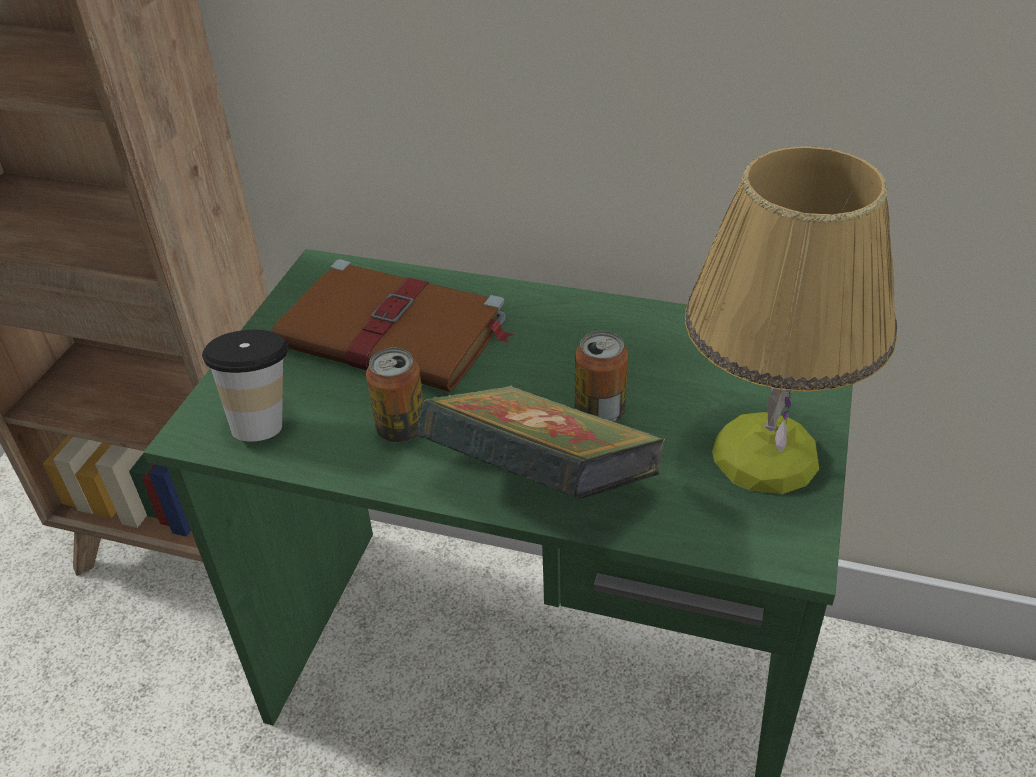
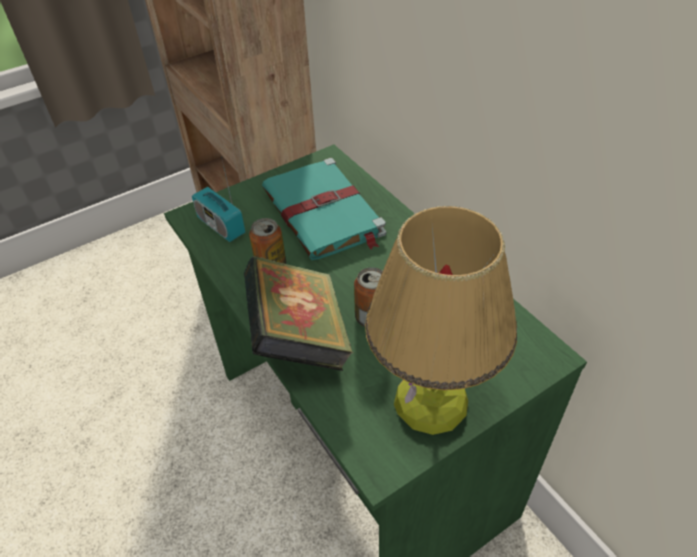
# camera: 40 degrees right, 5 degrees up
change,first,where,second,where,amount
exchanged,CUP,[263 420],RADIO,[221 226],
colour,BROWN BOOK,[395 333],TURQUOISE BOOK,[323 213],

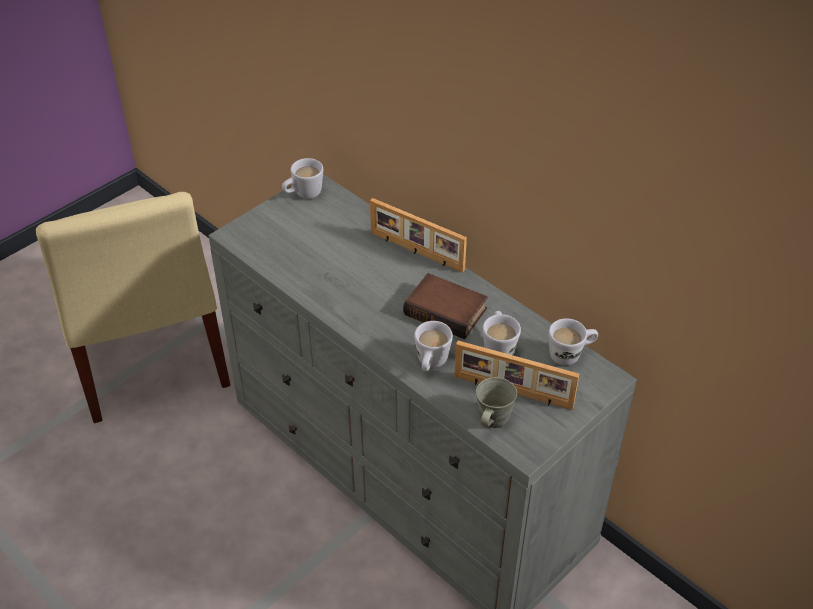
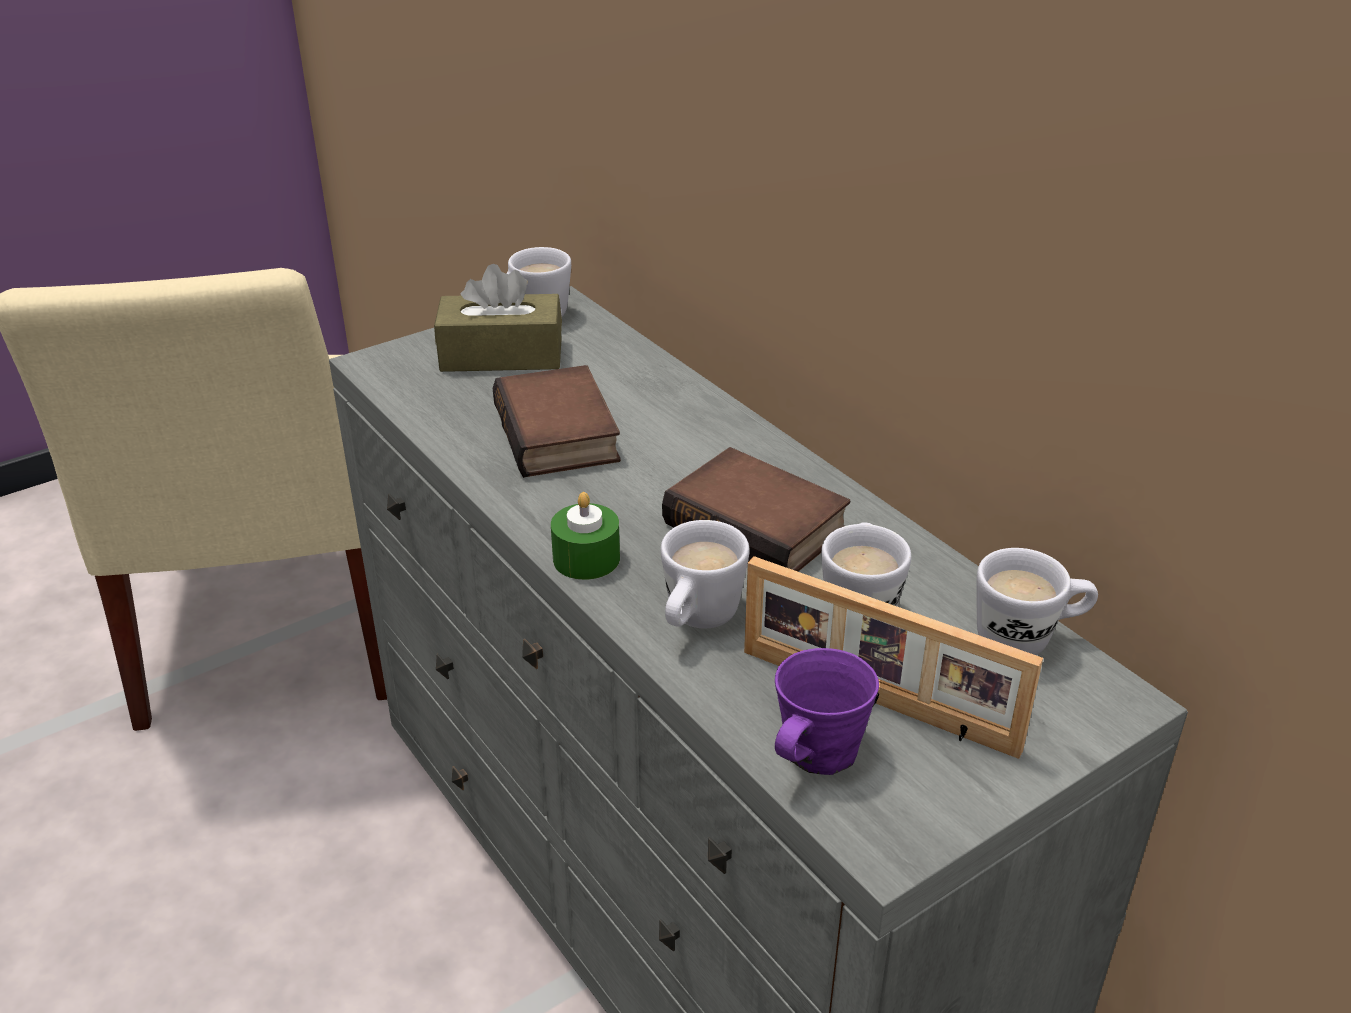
# camera: 10 degrees right, 10 degrees down
change,first,where,second,where,amount
missing,PICTURE FRAME,[416 252],,,
appeared,,,BROWN TISSUE BOX,[501 355],
appeared,,,BOOK,[561 434],
appeared,,,GREEN CANDLE,[586 558],
colour,GREY MUG,[493 419],PURPLE MUG,[816 754],

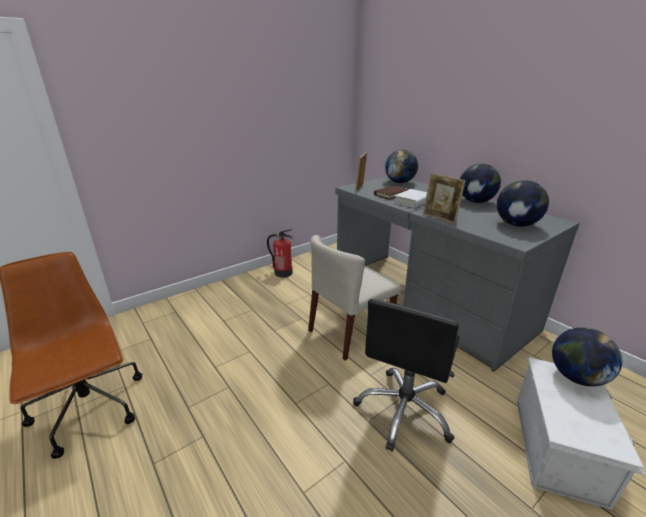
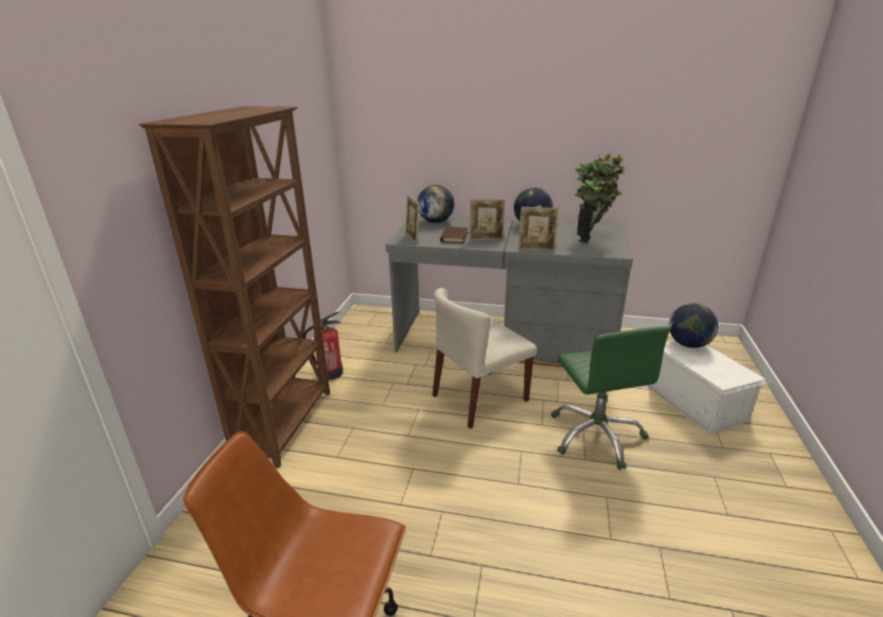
# camera: 40 degrees left, 0 degrees up
change,first,where,second,where,amount
appeared,,,BROWN BOOKCASE,[286 423],
exchanged,WHITE BOOK,[412 201],PICTURE FRAME,[486 239],
exchanged,GLOBE,[516 225],POTTED PLANT,[592 238],
colour,BLACK OFFICE CHAIR,[404 410],GREEN OFFICE CHAIR,[596 435],
spun,BEIGE CHAIR,[350 332],,[479 398],45 degrees clockwise

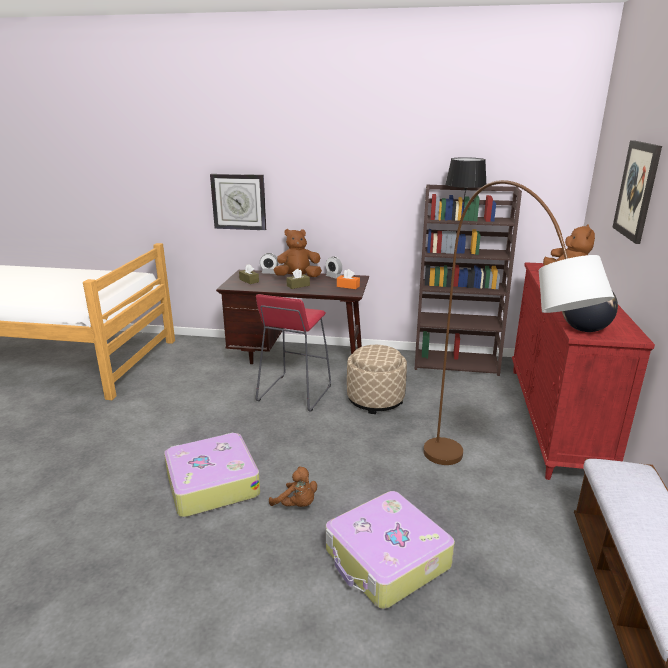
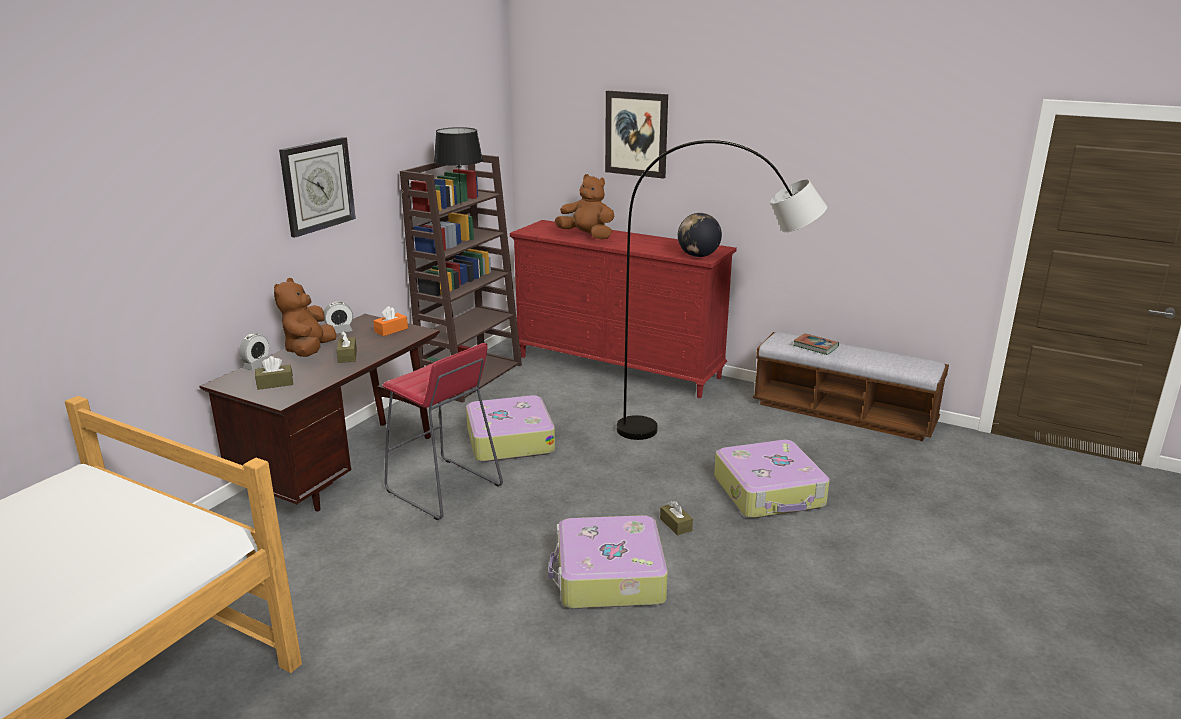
# camera: 70 degrees left, 0 degrees up
change,first,where,second,where,amount
appeared,,,BOOK,[815 346],
relocated,WALL CLOCK,[239 202],,[317 186],
exchanged,BROWN PLUSH TOY,[297 505],BROWN TISSUE BOX,[675 524],
exchanged,BEIGE OTTOMAN,[375 399],SUITCASE,[509 440],
colour,BROWN FLOOR LAMP,[484 500],GREY FLOOR LAMP,[714 430],

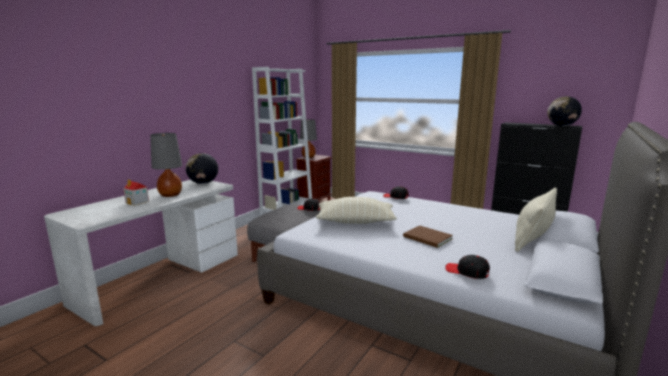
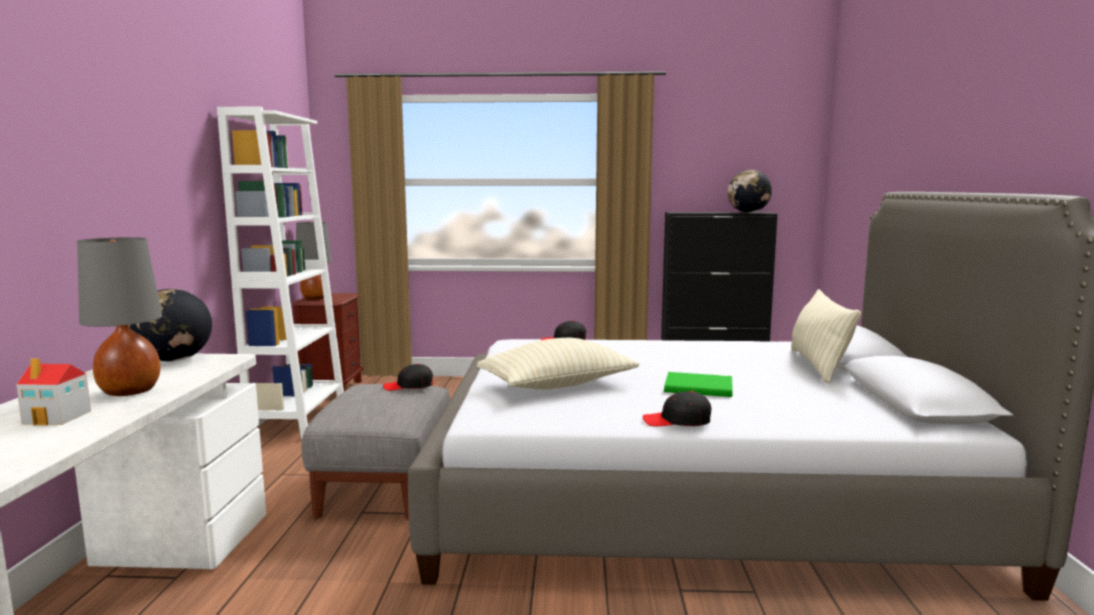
# camera: 30 degrees left, 5 degrees down
change,first,where,second,where,amount
relocated,BLACK CAP,[467 272],,[677 421],
colour,BROWN BOOK,[428 238],GREEN BOOK,[700 388],

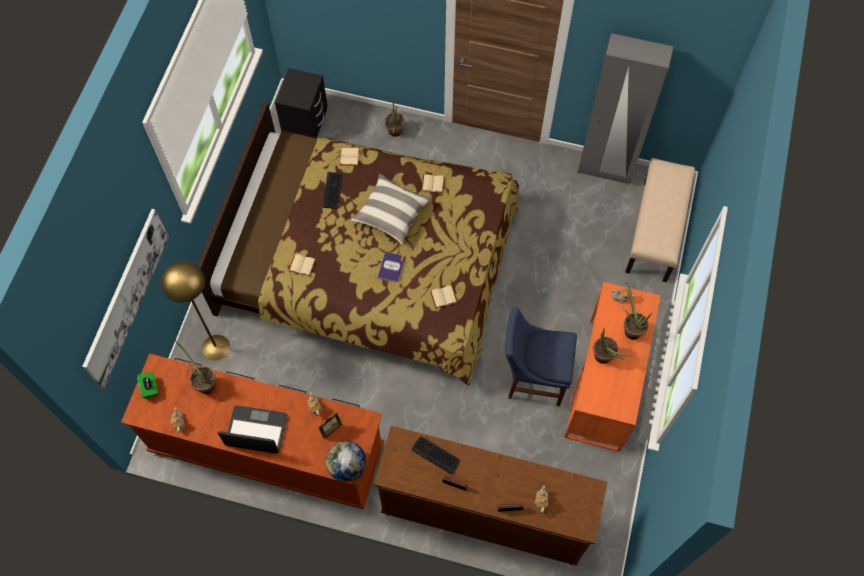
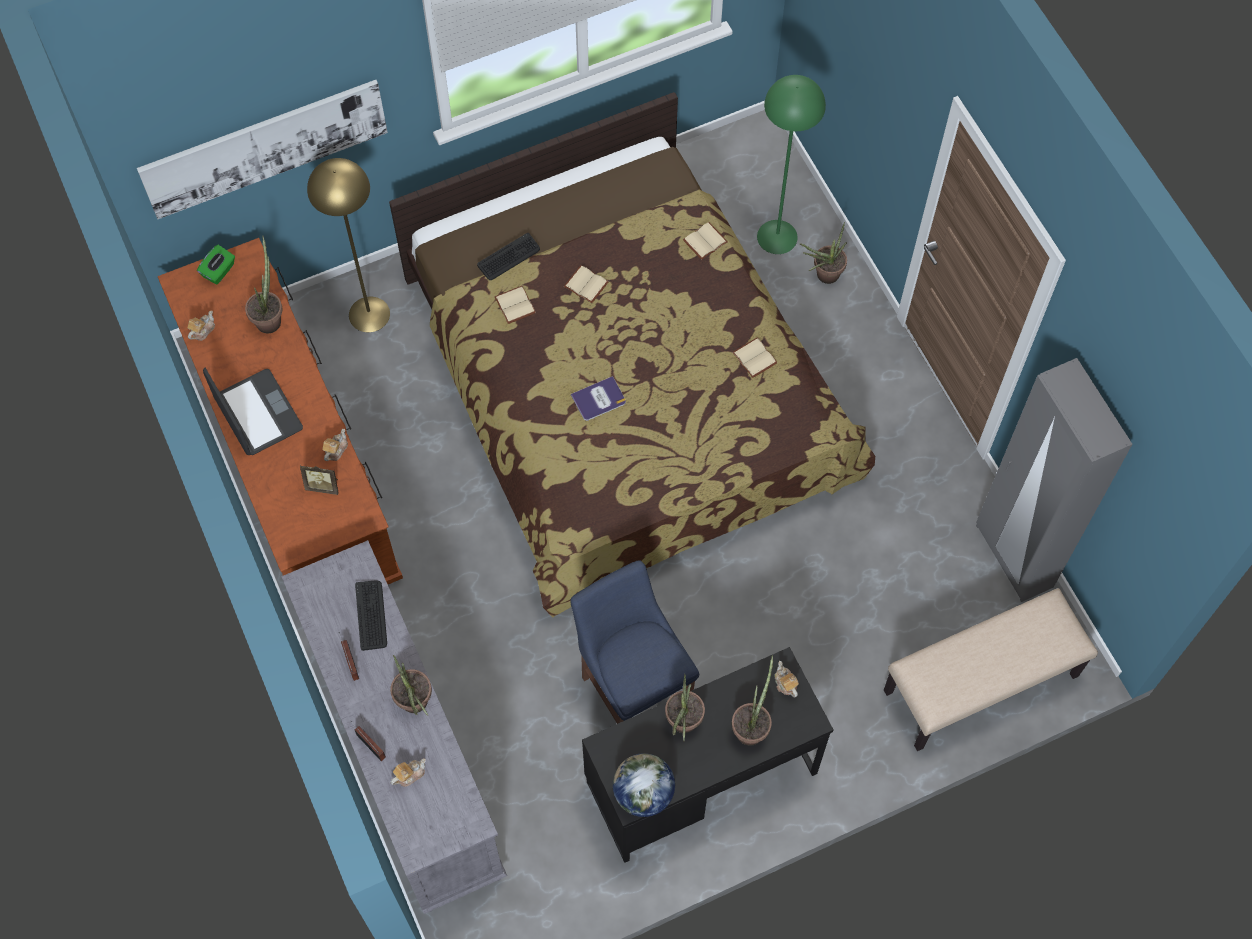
# camera: 50 degrees right, 0 degrees up
change,first,where,second,where,amount
missing,BLACK NIGHTSTAND,[305 123],,,
missing,PILLOW,[391 214],,,
appeared,,,POTTED PLANT,[416 706],
appeared,,,GREEN FLOOR LAMP,[777 236],
relocated,KEYBOARD,[332 190],,[509 257],
relocated,GLOBE,[347 467],,[643 793],
relocated,BEIGE BOOK,[443 298],,[585 285],
colour,BROWN DRESSER,[483 515],GREY DRESSER,[407 761],
colour,ORANGE DESK,[604 384],BLACK DESK,[701 777],

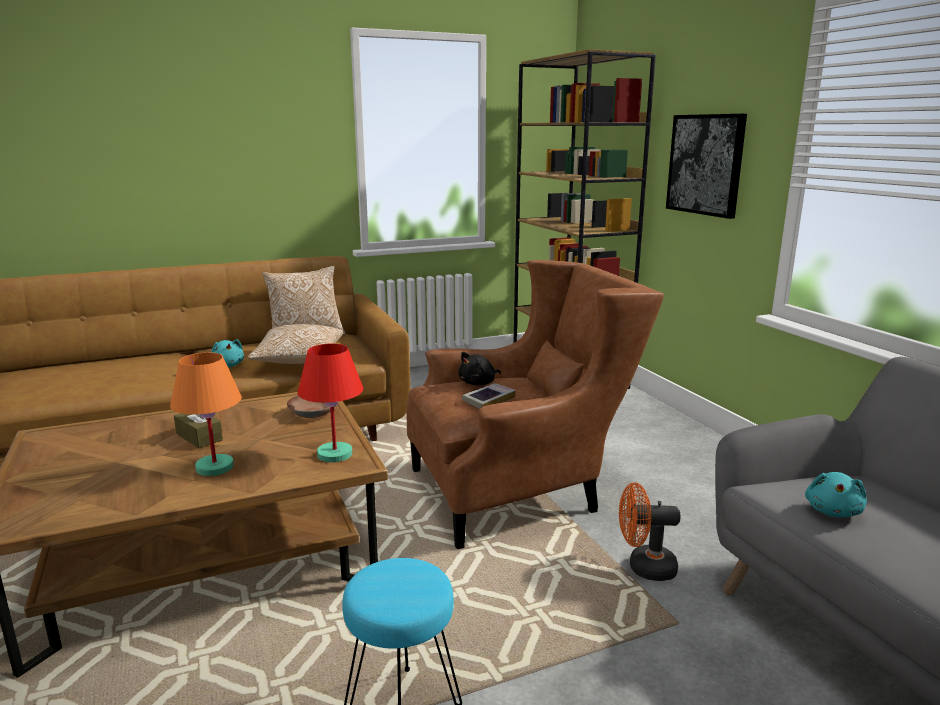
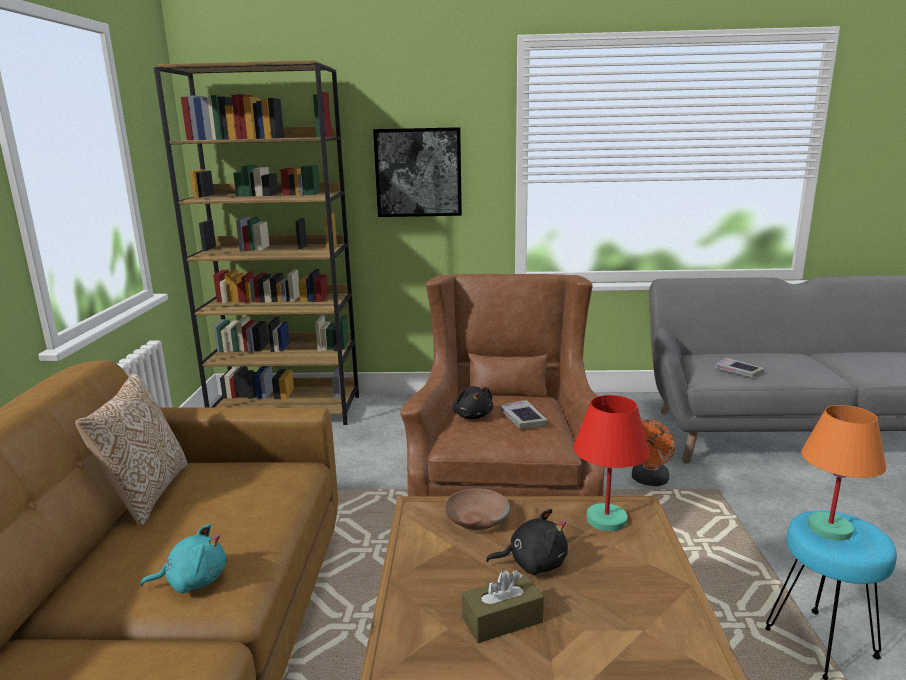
# camera: 65 degrees left, 0 degrees up
change,first,where,second,where,amount
missing,PILLOW,[299 360],,,
appeared,,,BLACK PLUSH TOY,[533 563],
relocated,ORANGE TABLE LAMP,[214 467],,[830 529],
exchanged,TURQUOISE PLUSH TOY,[833 511],BOOK,[738 371],

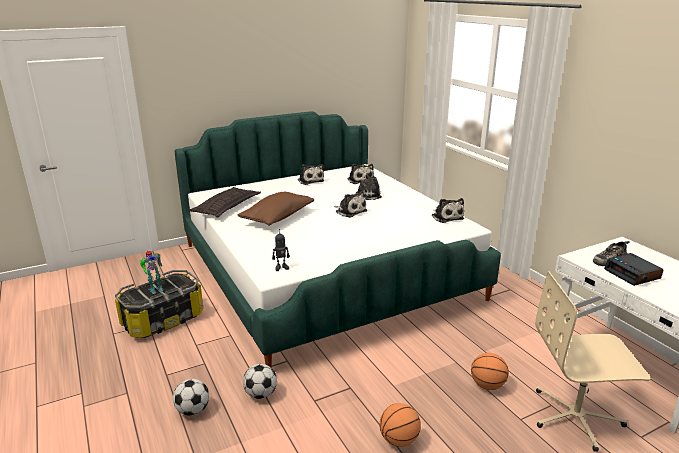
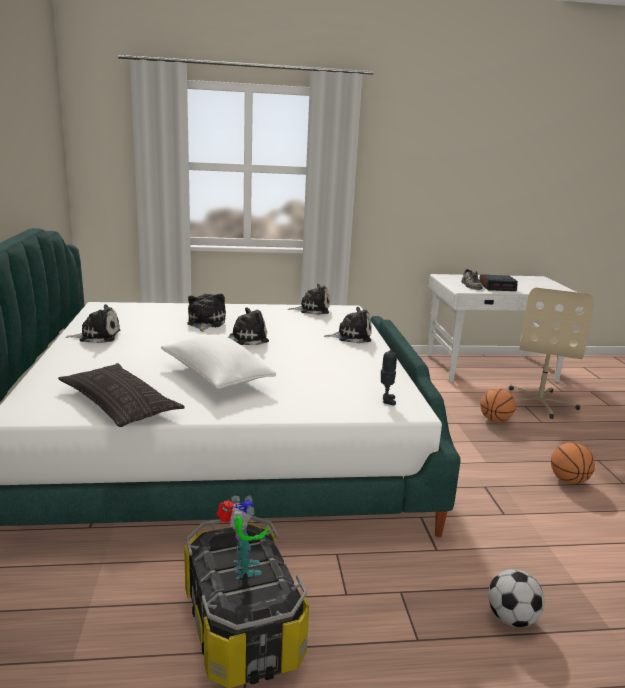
# camera: 70 degrees left, 5 degrees down
change,first,where,second,where,amount
missing,FOOTBALL,[260 394],,,
relocated,PLUSH TOY,[360 180],,[351 336],
colour,BROWN PILLOW,[277 217],WHITE PILLOW,[216 377],

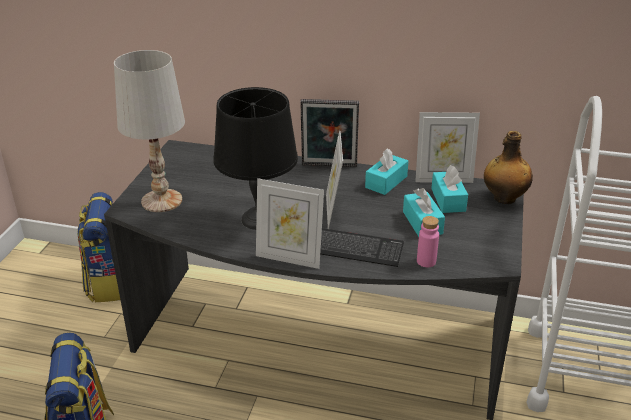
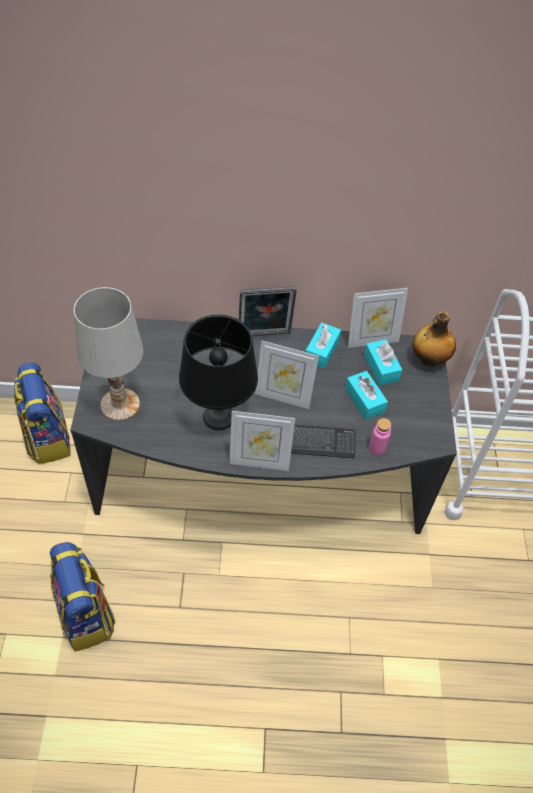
# camera: 15 degrees left, 20 degrees up
change,first,where,second,where,amount
spun,PICTURE FRAME,[333 211],,[283 397],60 degrees counterclockwise

